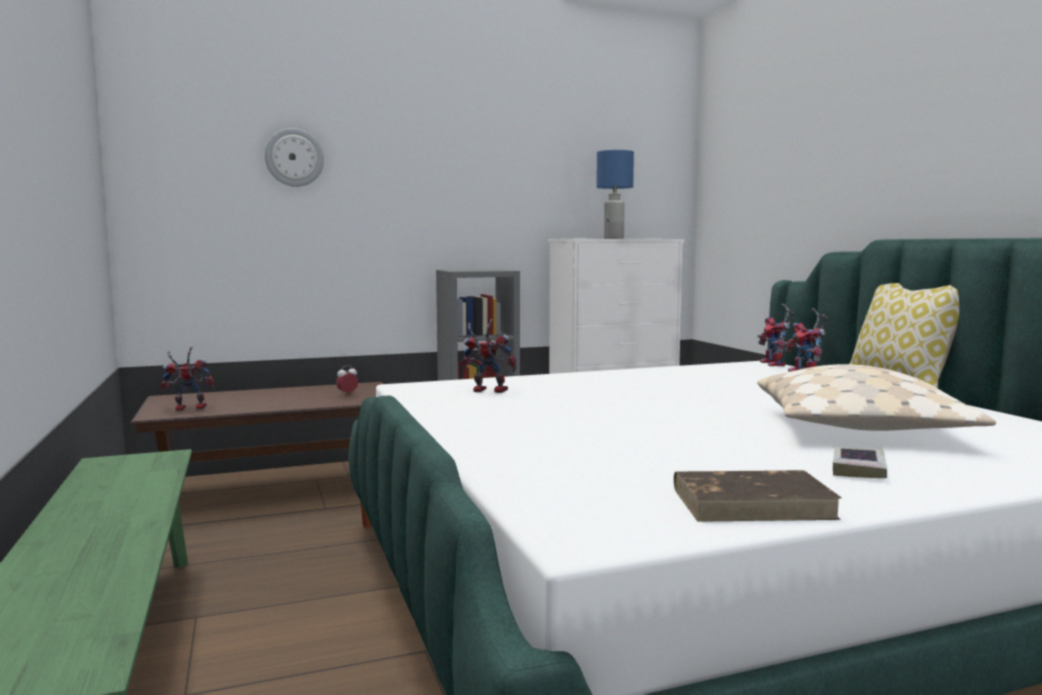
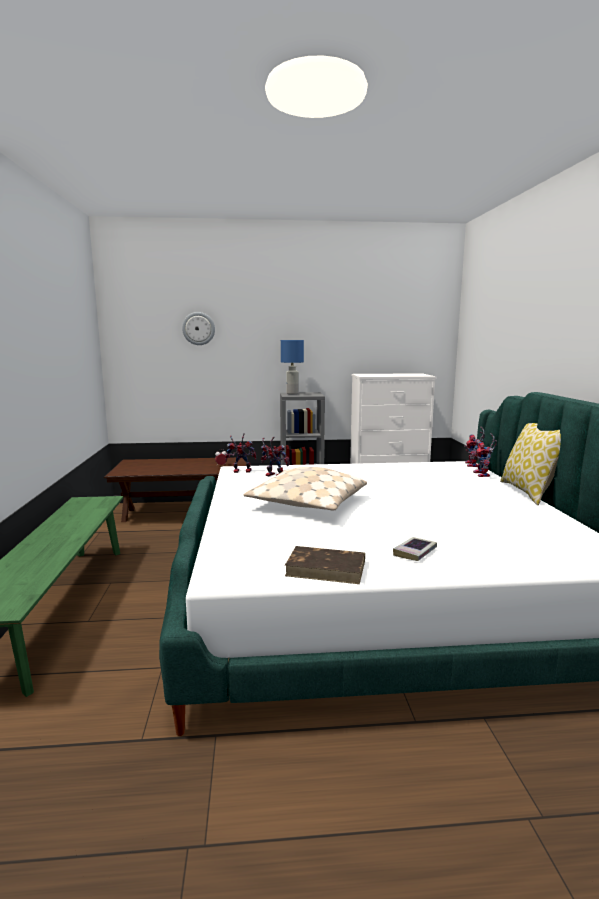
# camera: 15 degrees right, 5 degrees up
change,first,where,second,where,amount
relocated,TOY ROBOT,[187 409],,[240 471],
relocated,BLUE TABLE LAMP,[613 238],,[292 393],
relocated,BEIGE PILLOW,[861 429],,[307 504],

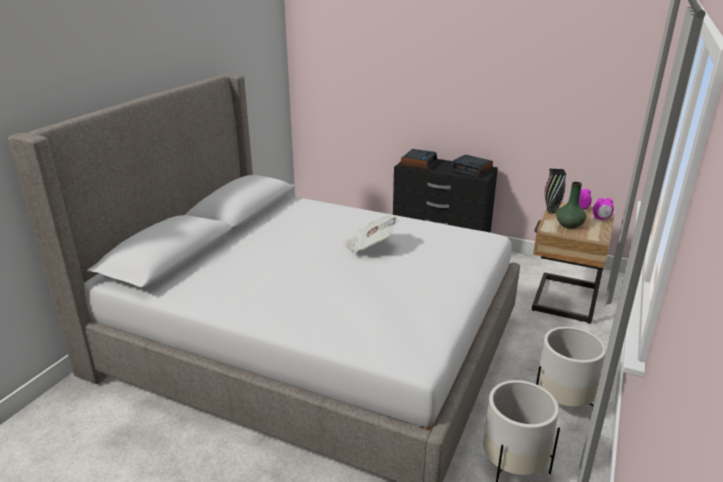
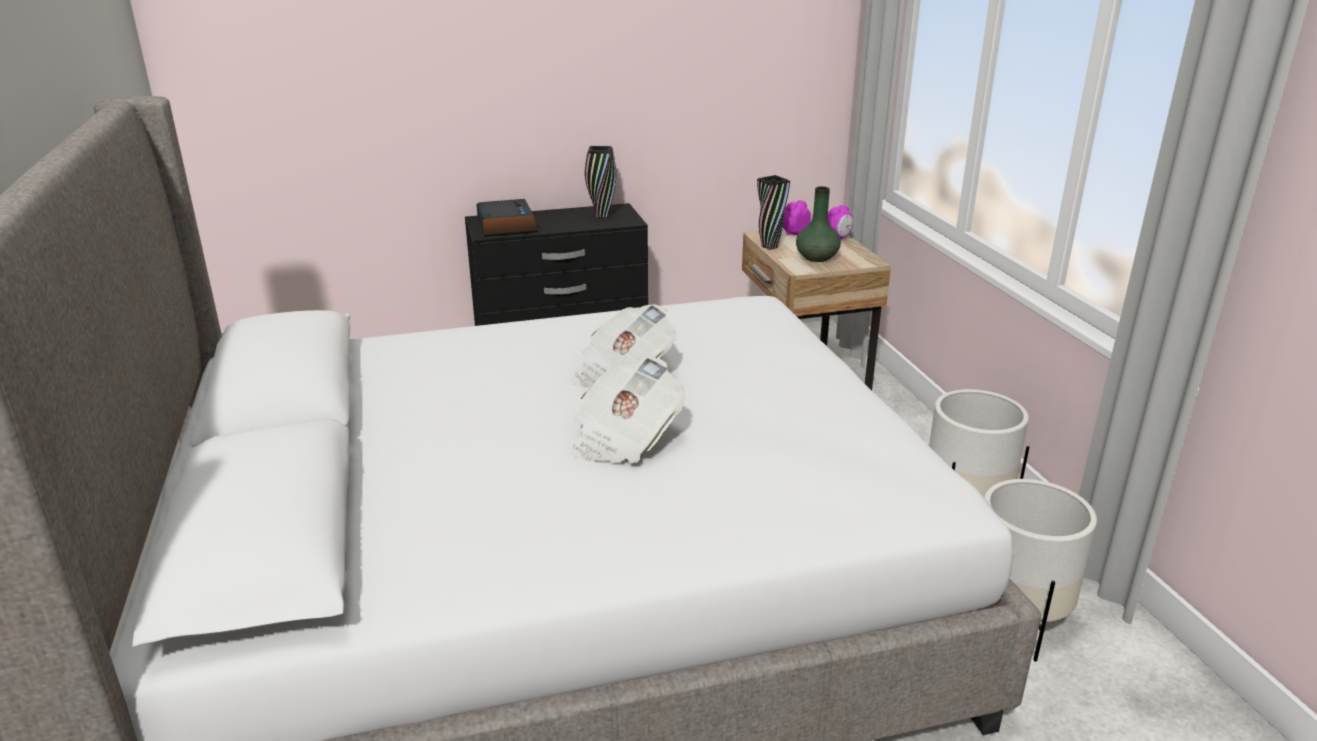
# camera: 40 degrees left, 0 degrees up
change,first,where,second,where,amount
appeared,,,NEWSPAPER,[624 439],
exchanged,ALARM CLOCK,[471 170],BLACK VASE,[601 216],

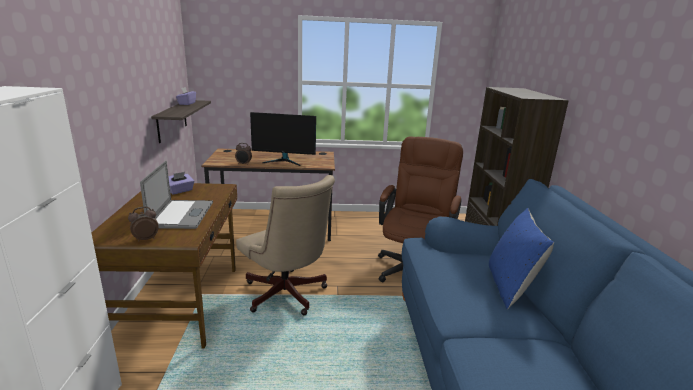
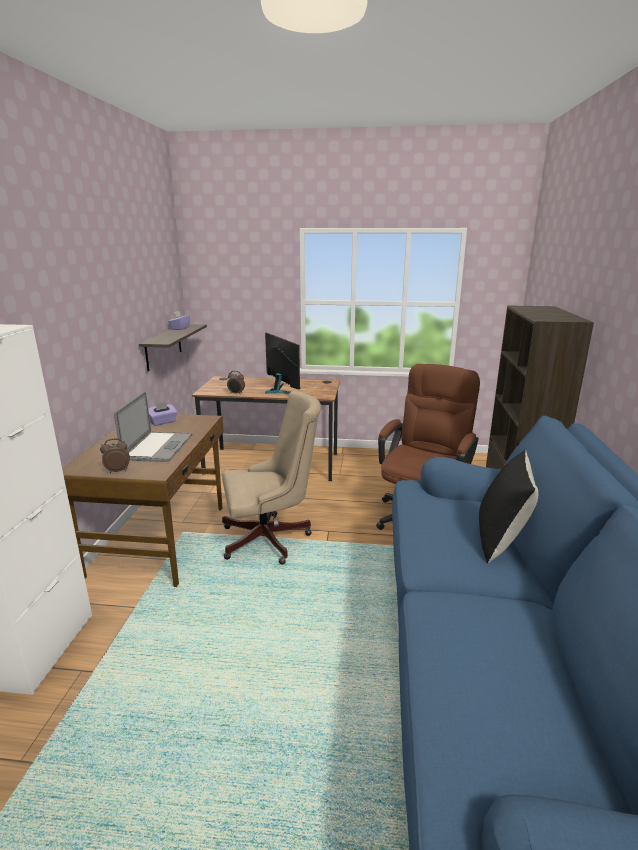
# camera: 10 degrees right, 0 degrees up
change,first,where,second,where,amount
colour,BLUE PILLOW,[510 287],BLACK PILLOW,[501 540],
spun,BEIGE OFFICE CHAIR,[287 296],,[271 539],75 degrees counterclockwise
spun,MONITOR,[284 161],,[281 390],135 degrees counterclockwise

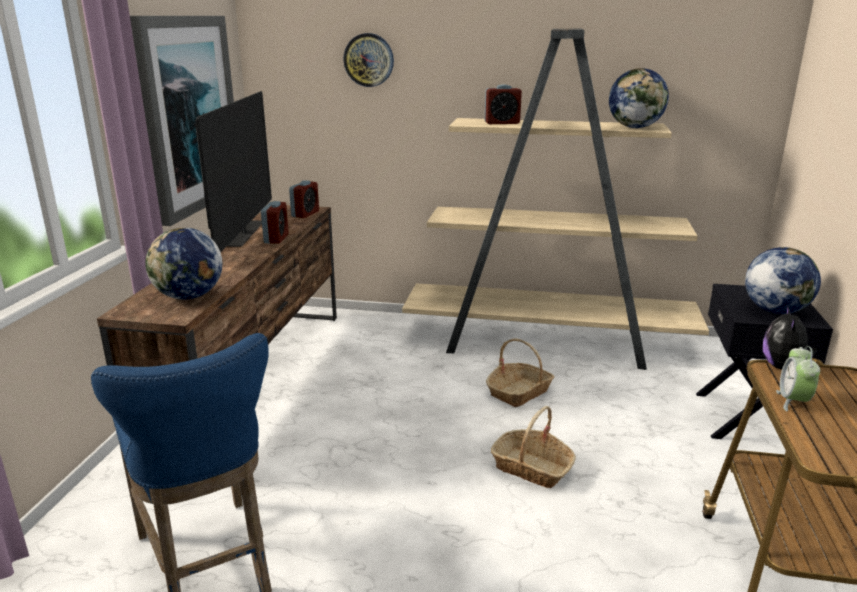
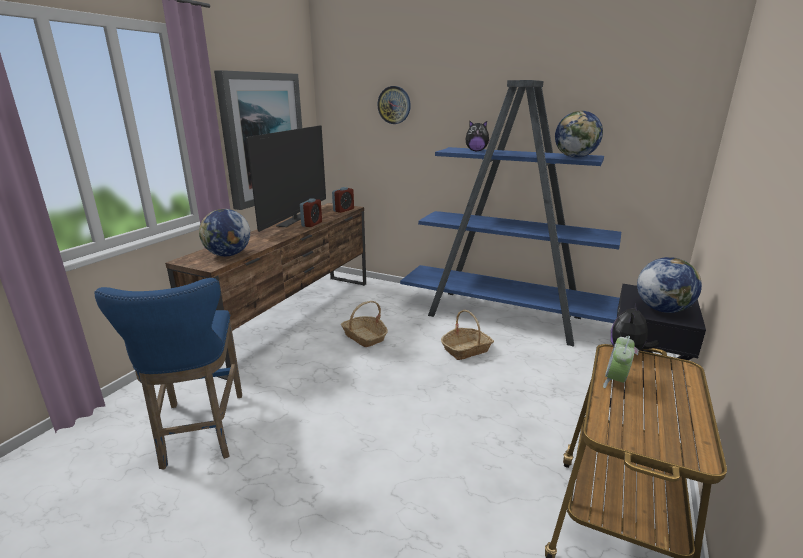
# camera: 15 degrees right, 0 degrees up
change,first,where,second,where,amount
relocated,BASKET,[532 468],,[364 337],
exchanged,ALARM CLOCK,[502 123],PLUSH TOY,[476 151],
colour,BEIGE BOOKCASE,[548 342],BLUE BOOKCASE,[506 317],

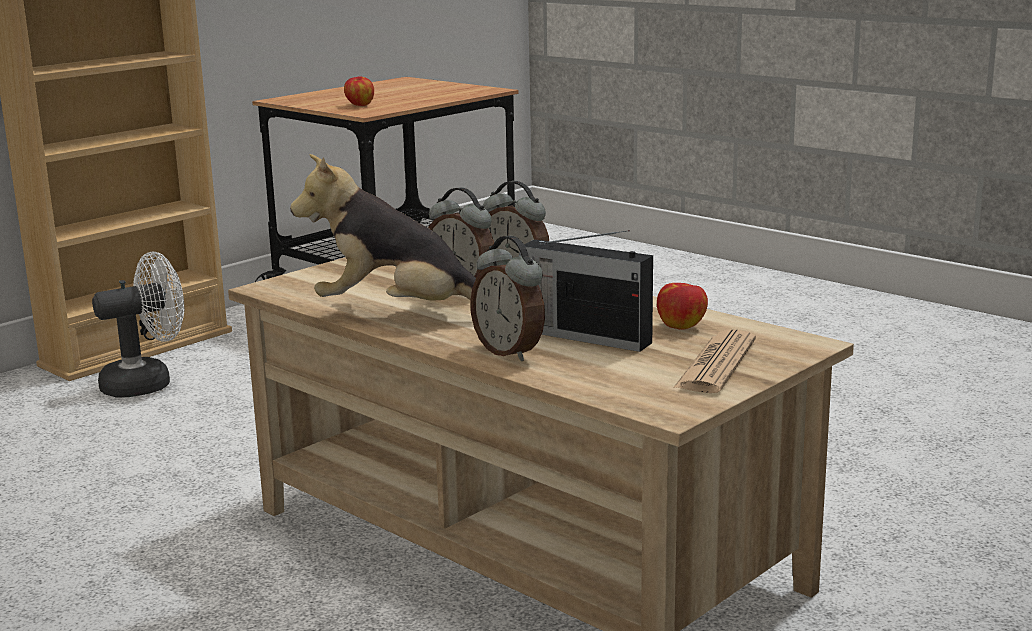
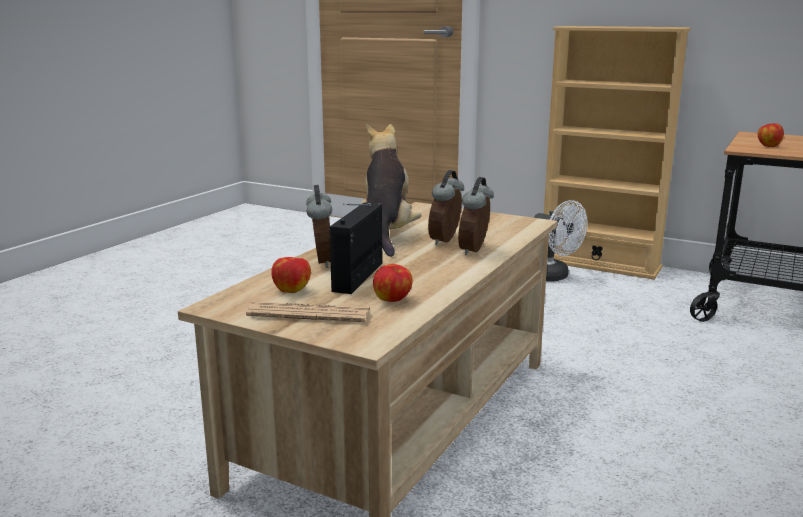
# camera: 75 degrees right, 0 degrees up
change,first,where,second,where,amount
appeared,,,APPLE,[292 290],
spun,ALARM CLOCK,[510 352],,[321 262],135 degrees clockwise

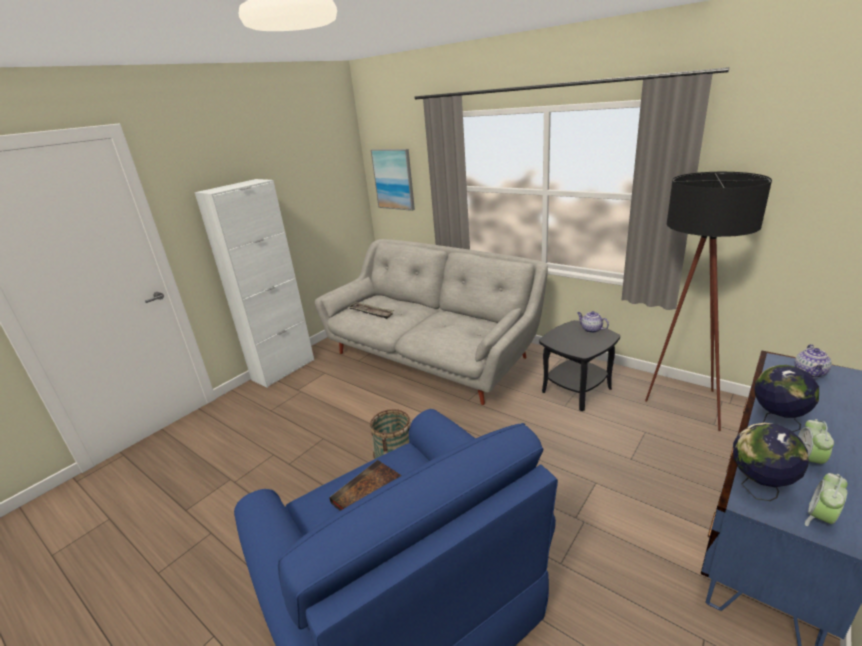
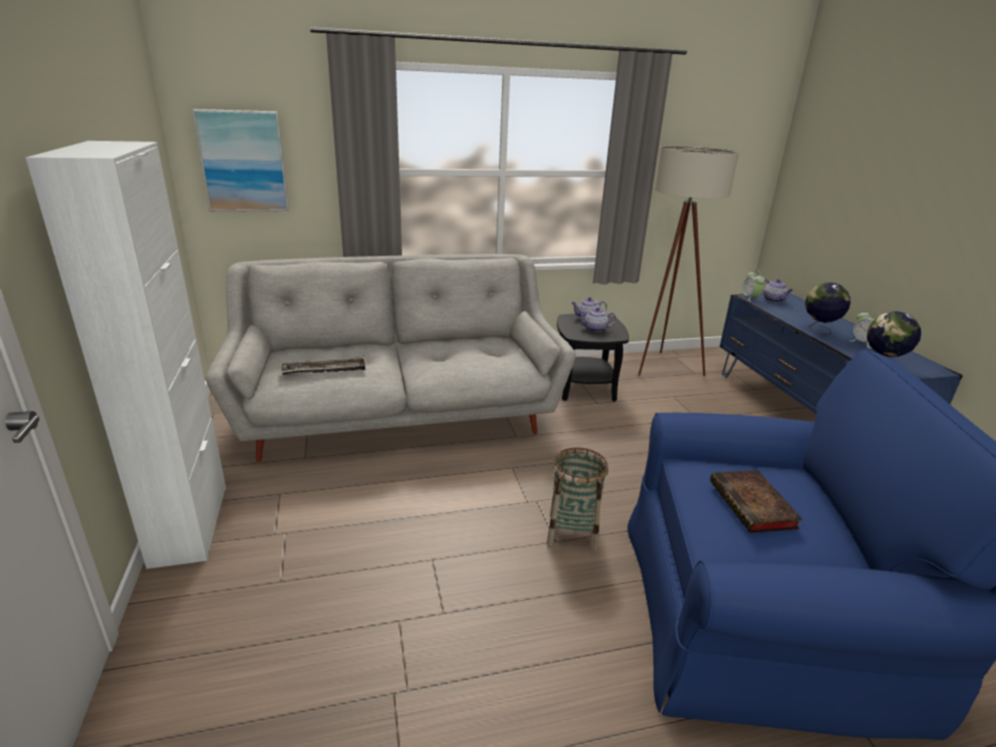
# camera: 55 degrees left, 0 degrees up
change,first,where,second,where,amount
appeared,,,TEAPOT,[595 329],
relocated,ALARM CLOCK,[820 518],,[750 298],
colour,BLACK FLOOR LAMP,[681 405],BEIGE FLOOR LAMP,[661 369],

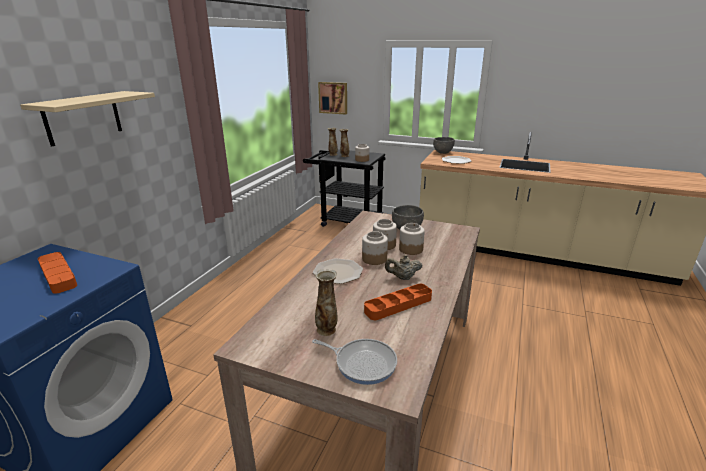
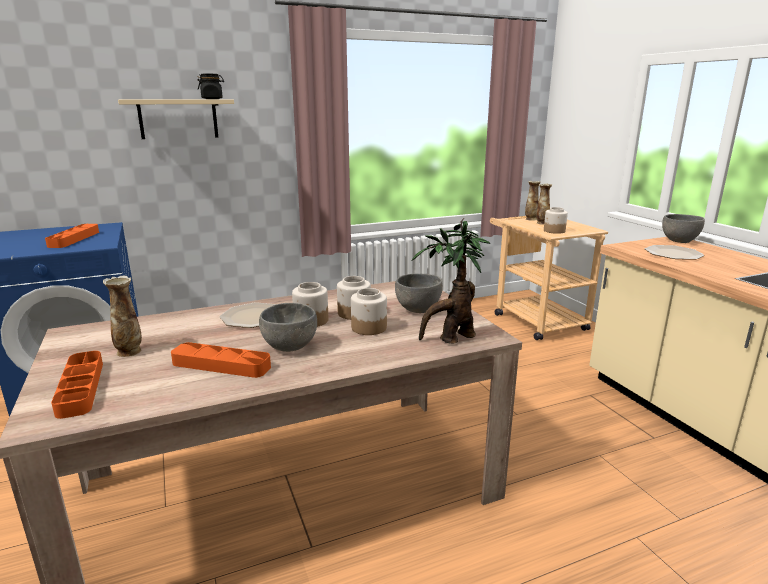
# camera: 45 degrees right, 5 degrees down
change,first,where,second,where,amount
missing,PICTURE,[333 97],,,
appeared,,,BLACK JAR,[212 99],
appeared,,,POTTED PLANT,[451 338],
exchanged,FRYING PAN,[362 363],ORANGE TRAY,[80 388],
exchanged,BEIGE TEAPOT,[403 278],GREY BOWL,[289 347],
colour,BLACK CART,[346 221],BEIGE CART,[534 319],

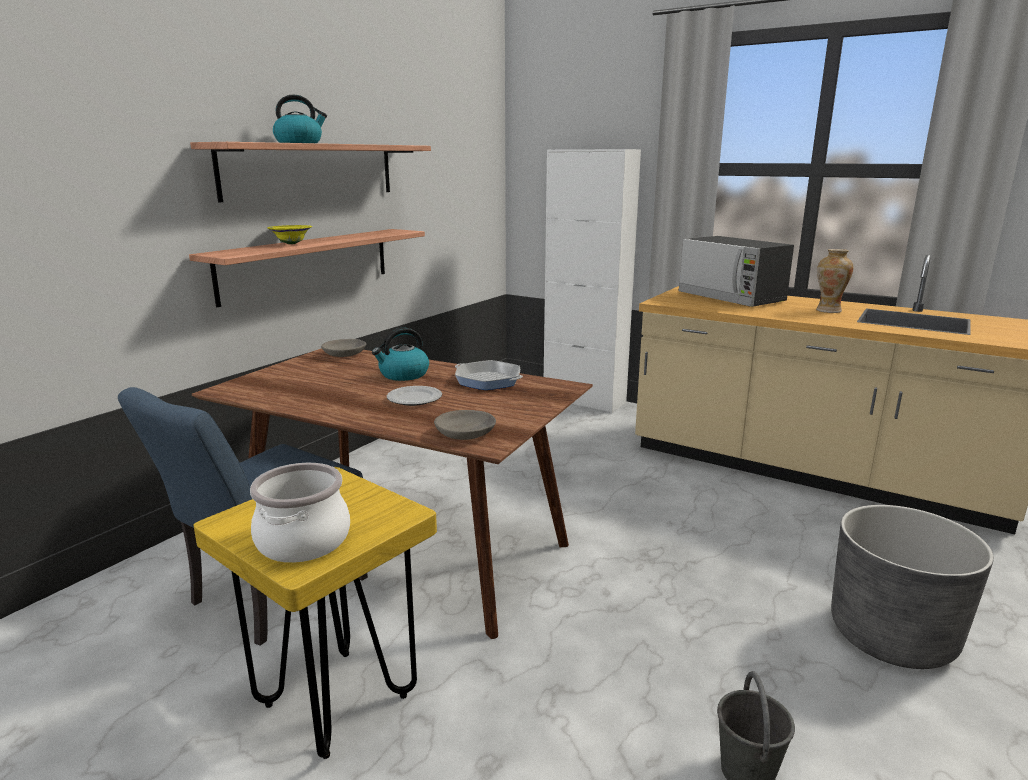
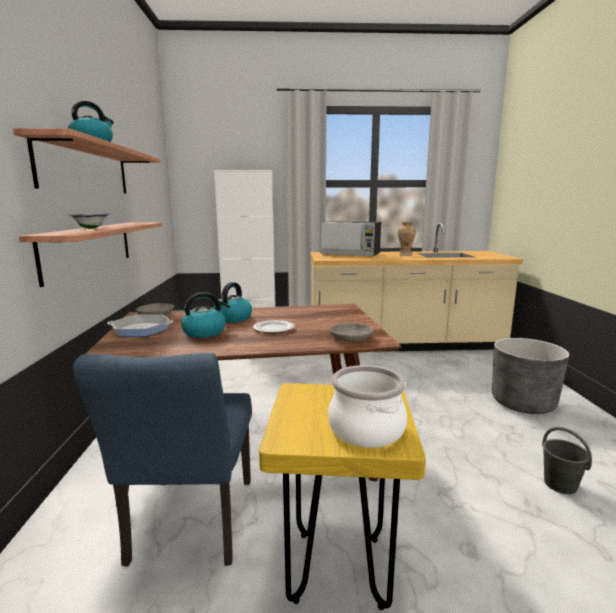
# camera: 35 degrees left, 5 degrees down
change,first,where,second,where,amount
appeared,,,KETTLE,[205 332],
relocated,FRYING PAN,[488 380],,[141 330],
colour,YELLOW BOWL,[291 244],WHITE BOWL,[91 228],

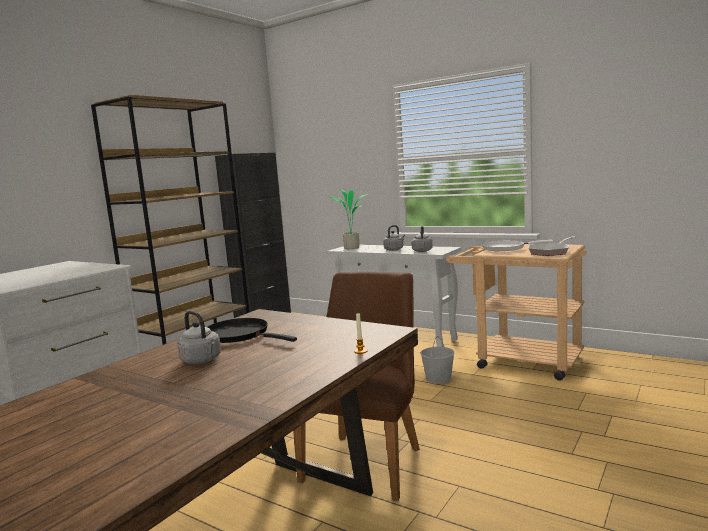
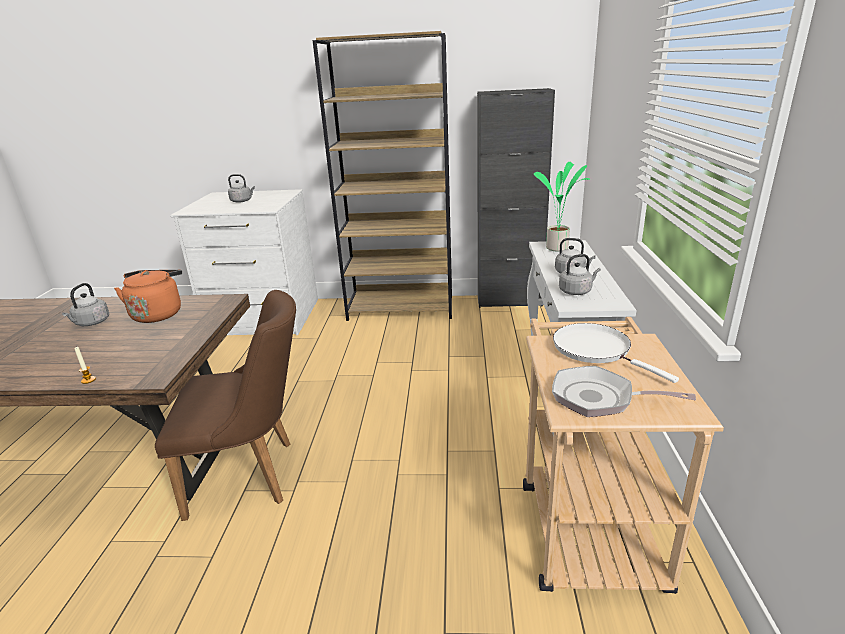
# camera: 60 degrees right, 15 degrees up
change,first,where,second,where,amount
missing,WHITE BUCKET,[438 378],,,
appeared,,,GREY KETTLE,[242 201],
exchanged,BLACK FRYING PAN,[240 335],ORANGE KETTLE,[158 314],

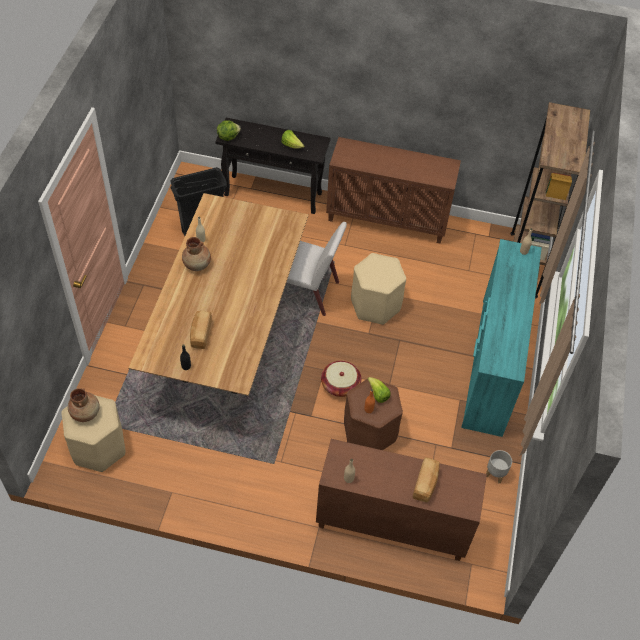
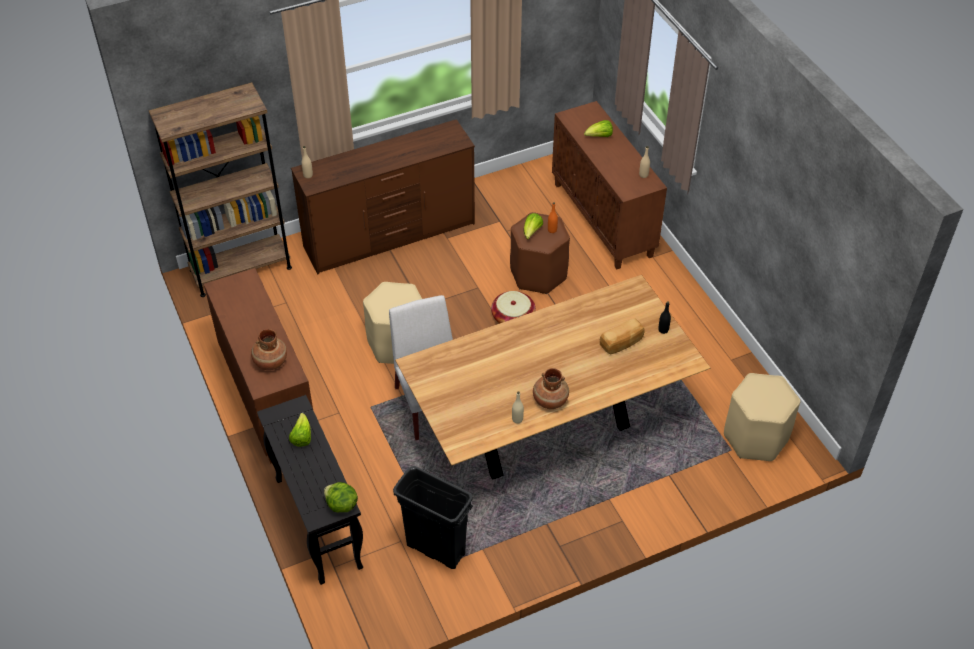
# camera: 125 degrees left, 5 degrees down
change,first,where,second,where,amount
missing,GREY PLANTER,[495 474],,,
relocated,BROWN VASE,[86 413],,[270 362],
exchanged,BREAD,[426 484],LETTUCE,[599 136],
colour,TURQUOISE DRESSER,[491 366],BROWN DRESSER,[390 236],

